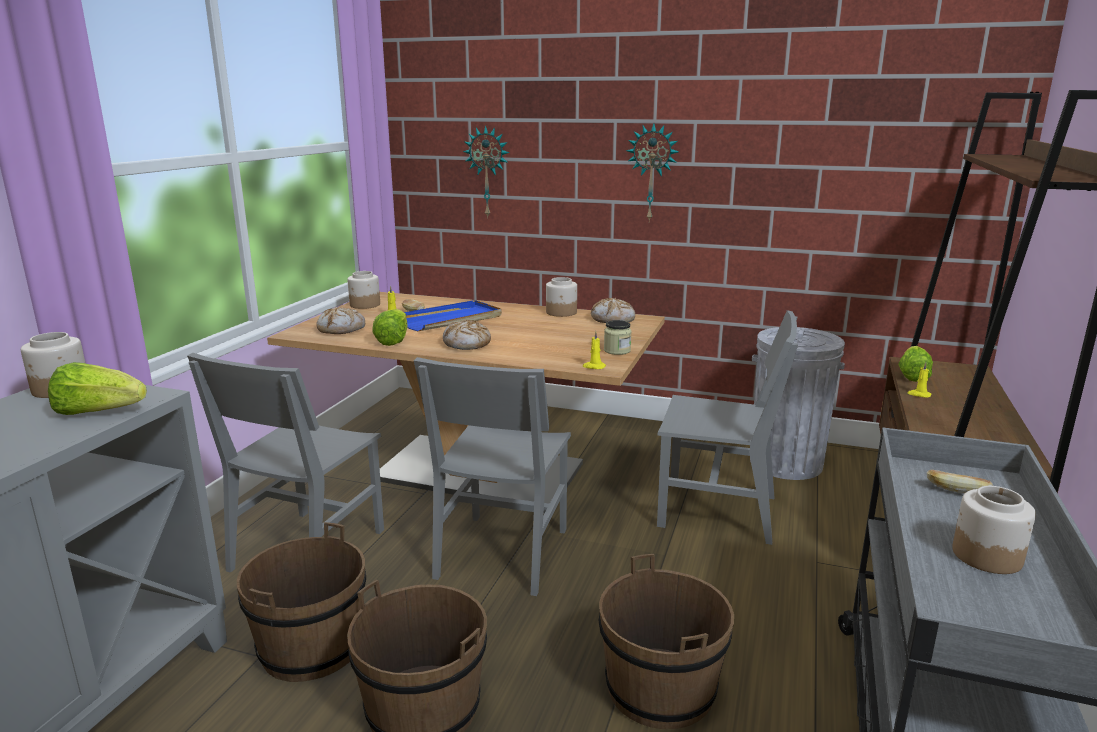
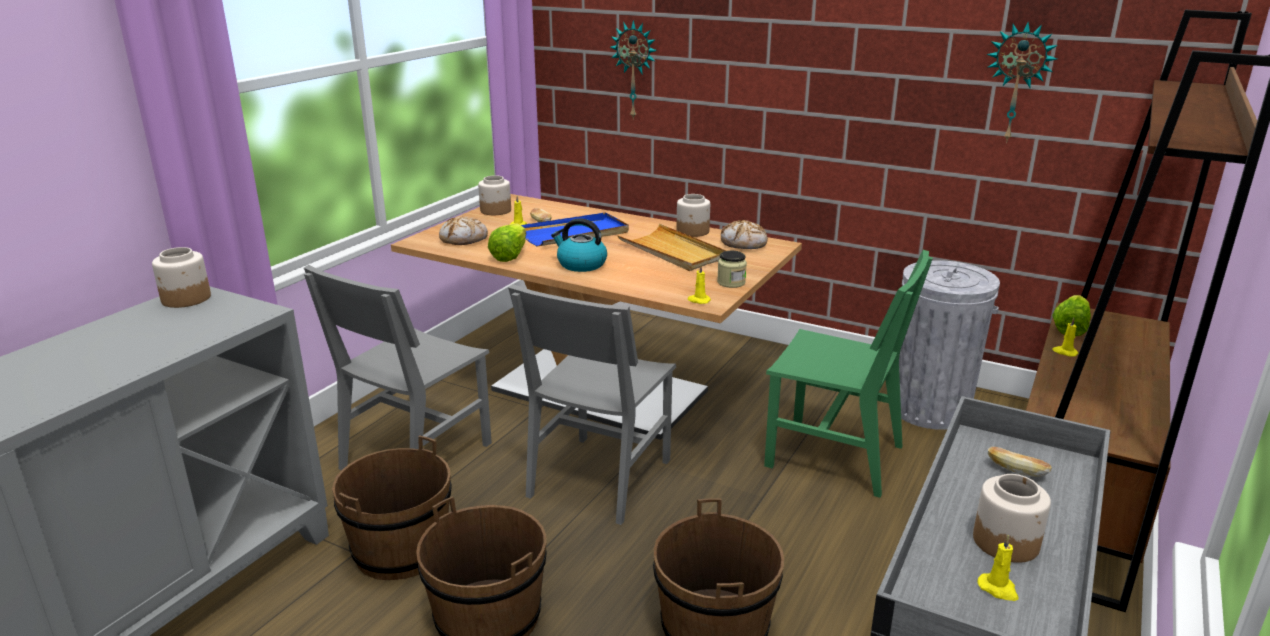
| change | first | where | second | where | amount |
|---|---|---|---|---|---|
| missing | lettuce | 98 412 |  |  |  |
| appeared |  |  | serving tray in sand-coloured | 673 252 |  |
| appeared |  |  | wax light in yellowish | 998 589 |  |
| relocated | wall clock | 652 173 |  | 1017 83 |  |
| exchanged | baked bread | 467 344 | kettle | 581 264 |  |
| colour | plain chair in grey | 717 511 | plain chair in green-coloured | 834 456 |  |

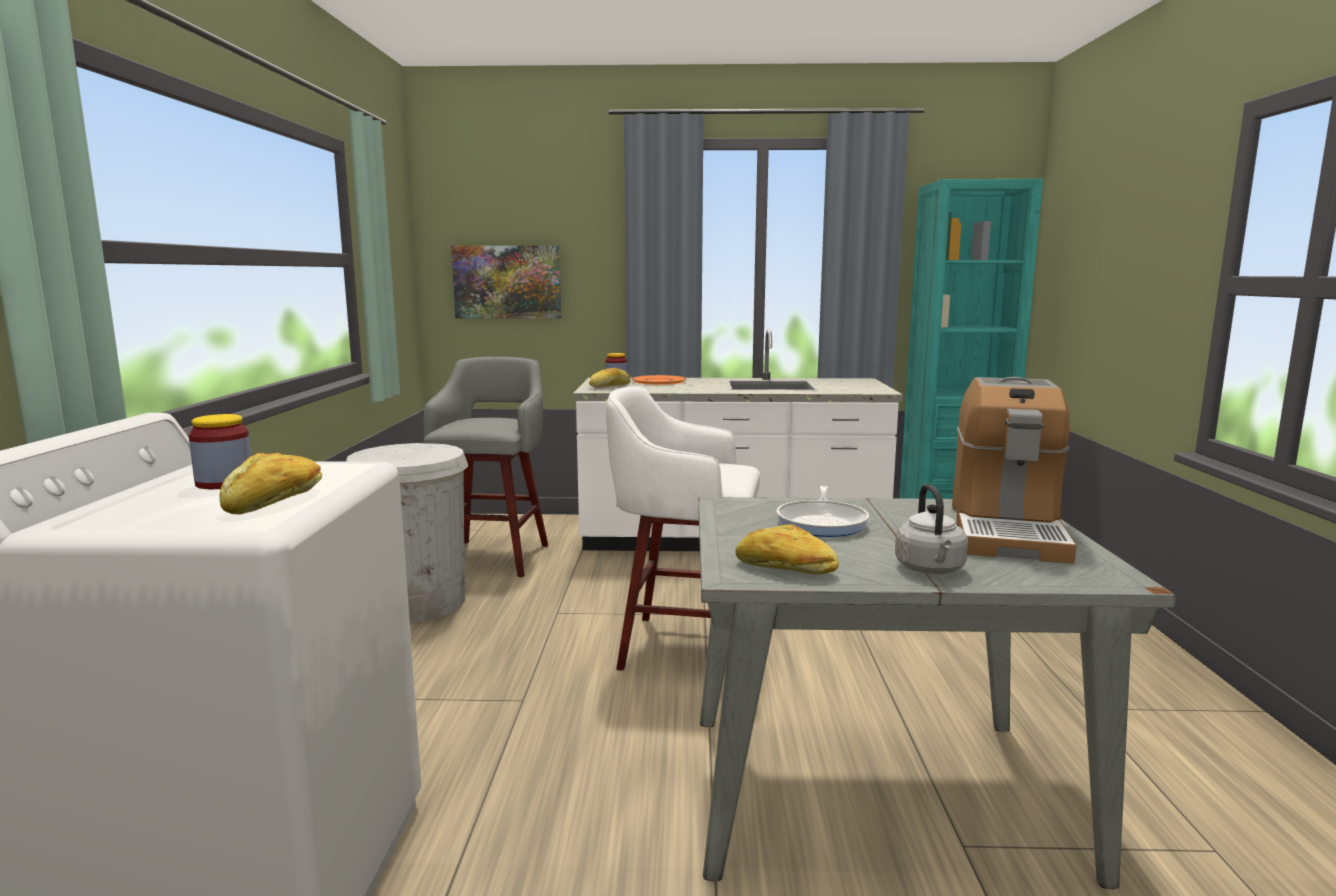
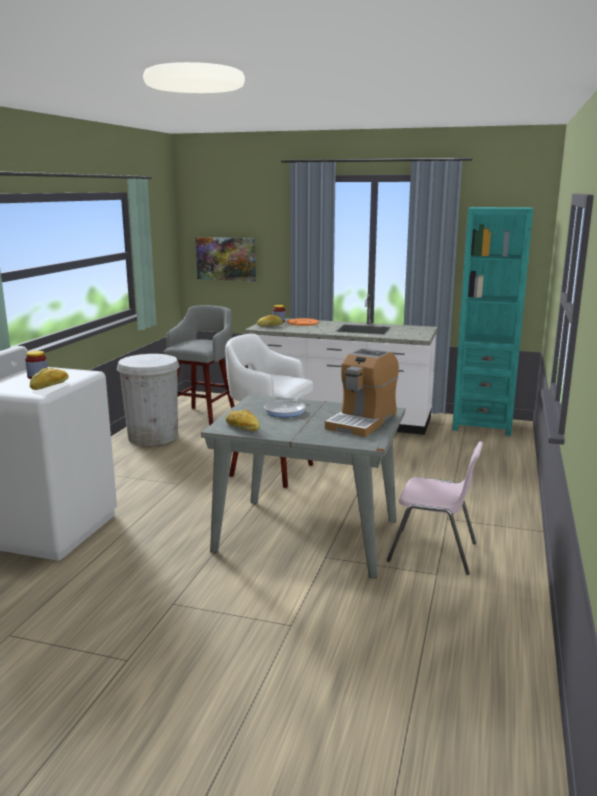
| change | first | where | second | where | amount |
|---|---|---|---|---|---|
| missing | kettle in grey | 930 569 |  |  |  |
| appeared |  |  | plain chair in pink-coloured | 434 552 |  |

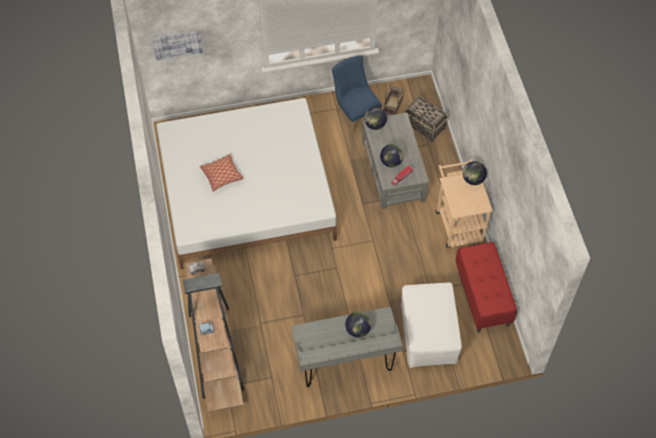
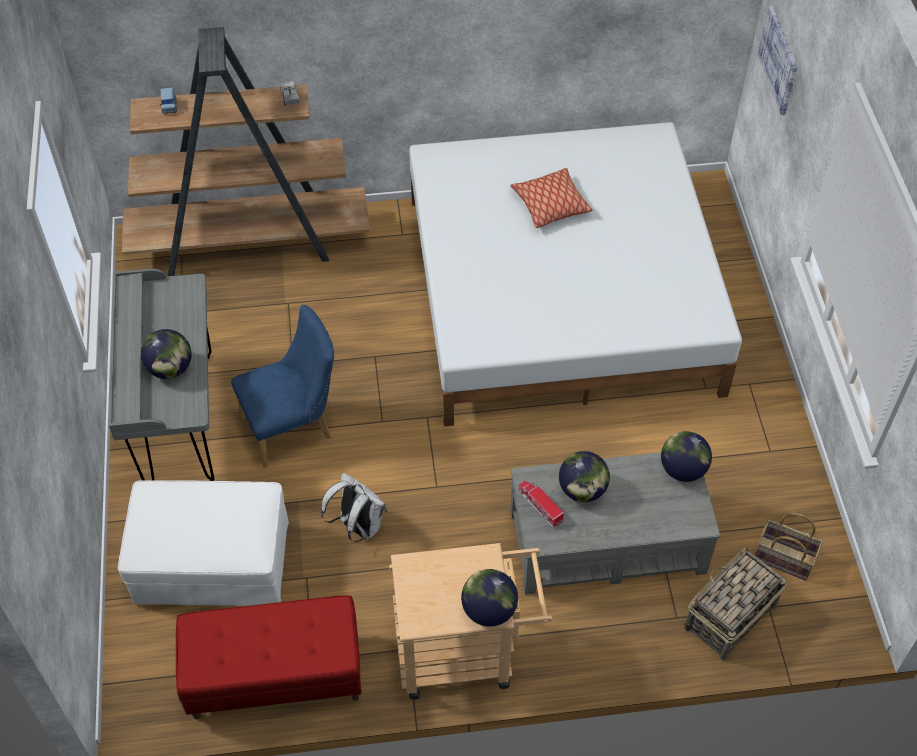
| change | first | where | second | where | amount |
|---|---|---|---|---|---|
| appeared |  |  | backpack in white-coloured | 358 526 |  |
| relocated | plain chair in blue | 355 115 |  | 293 427 |  |

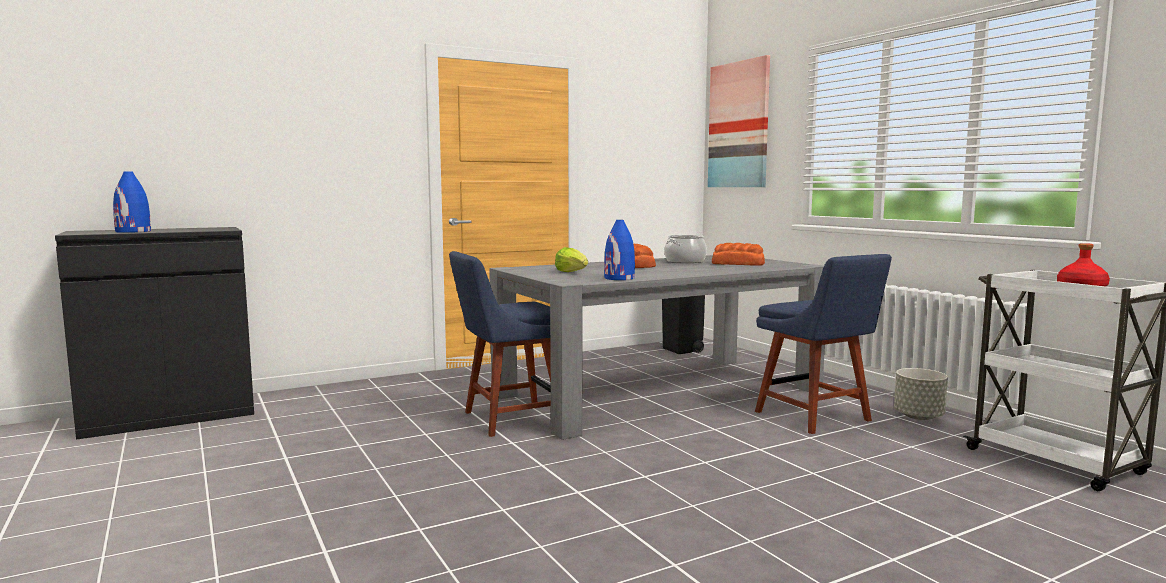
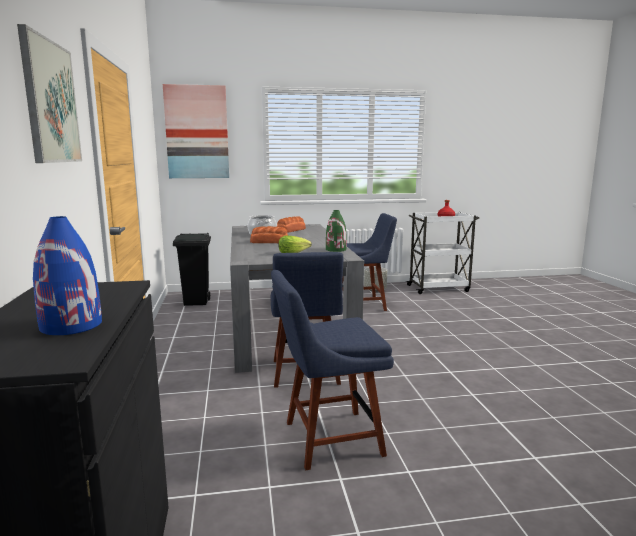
| change | first | where | second | where | amount |
|---|---|---|---|---|---|
| appeared |  |  | wall art | 50 102 |  |
| appeared |  |  | plain chair in blue | 327 439 |  |
| colour | flower vase in blue | 619 278 | flower vase in green-coloured | 336 249 |  |

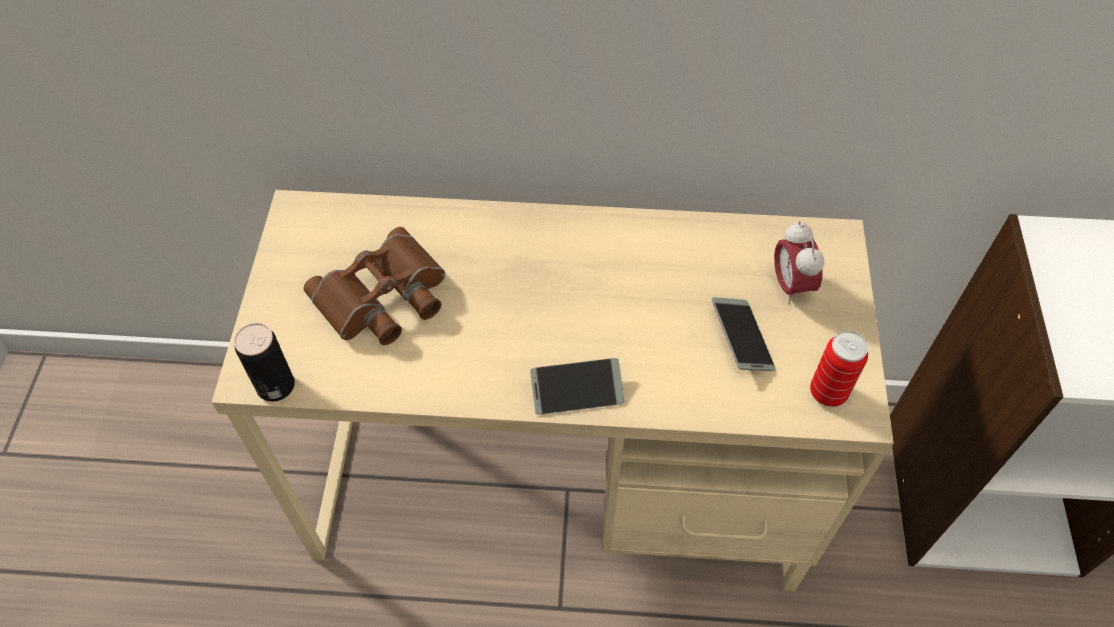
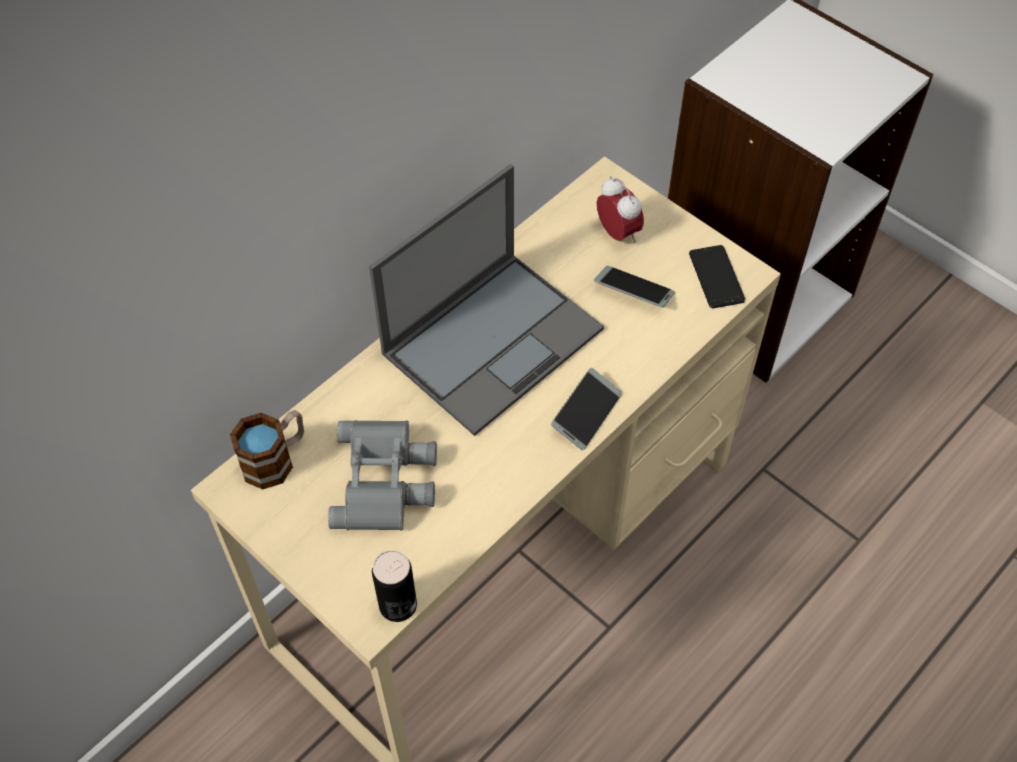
| change | first | where | second | where | amount |
|---|---|---|---|---|---|
| appeared |  |  | coffee mug | 276 459 |  |
| appeared |  |  | notebook computer | 494 340 |  |
| exchanged | sealed can | 828 392 | telephone | 716 277 |  |
| colour | binoculars in brown | 384 298 | binoculars in grey | 386 480 |  |
| spun | table clock | 790 285 |  | 618 233 | 150 degrees counterclockwise |

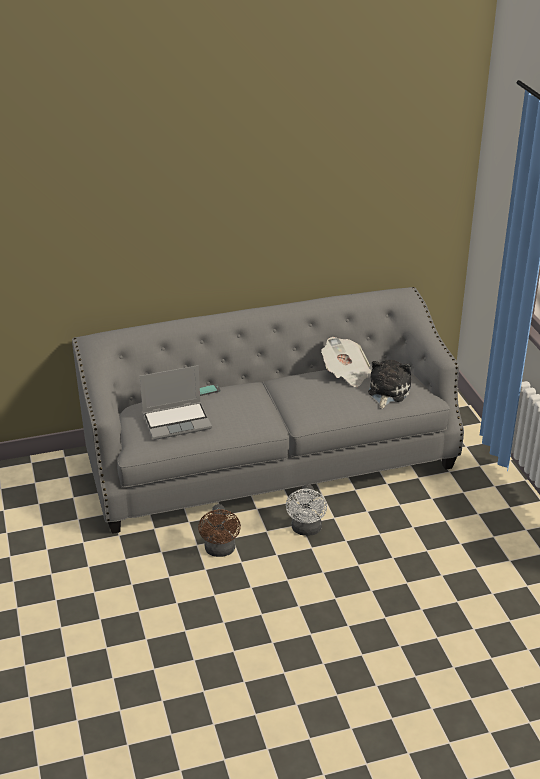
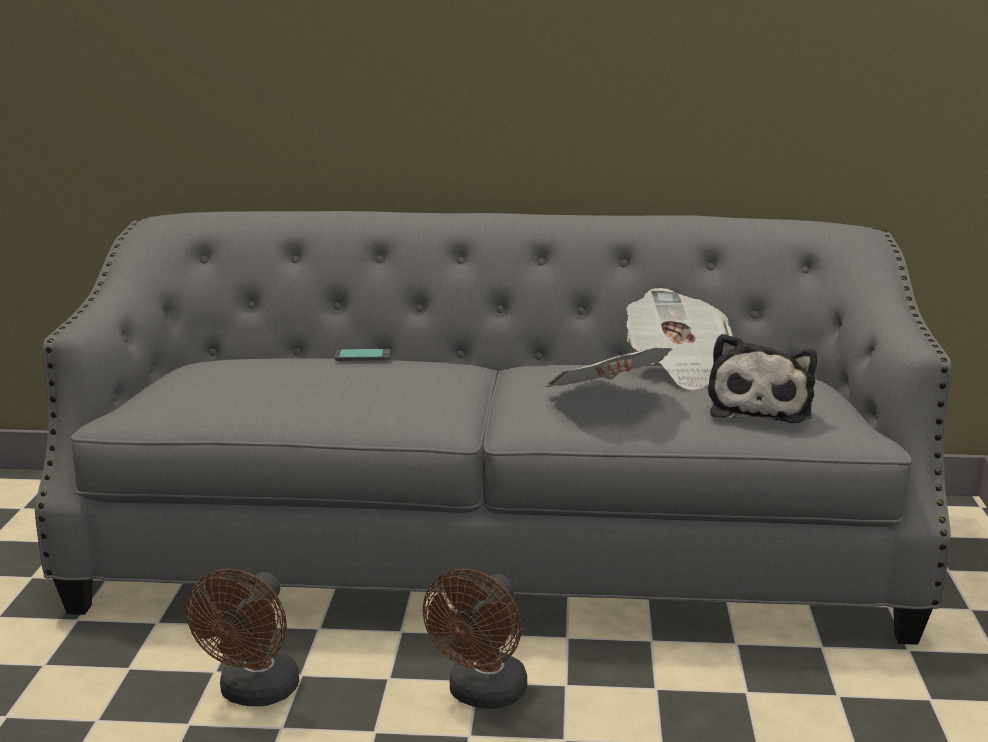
| change | first | where | second | where | amount |
|---|---|---|---|---|---|
| missing | notebook computer | 177 421 |  |  |  |
| appeared |  |  | newspaper | 606 400 |  |
| colour | electric fan in white-coloured | 306 530 | electric fan in brown | 482 696 |  |
| spun | soft toy | 387 392 |  | 759 407 | 150 degrees clockwise |

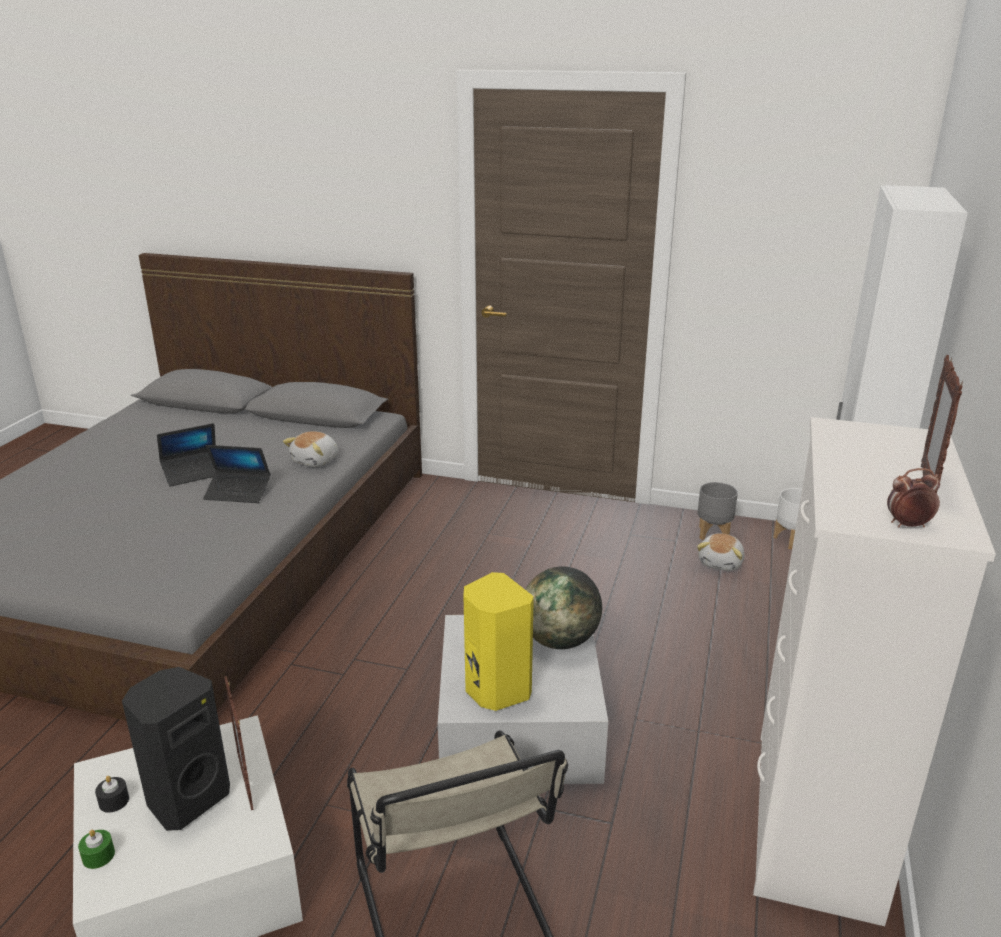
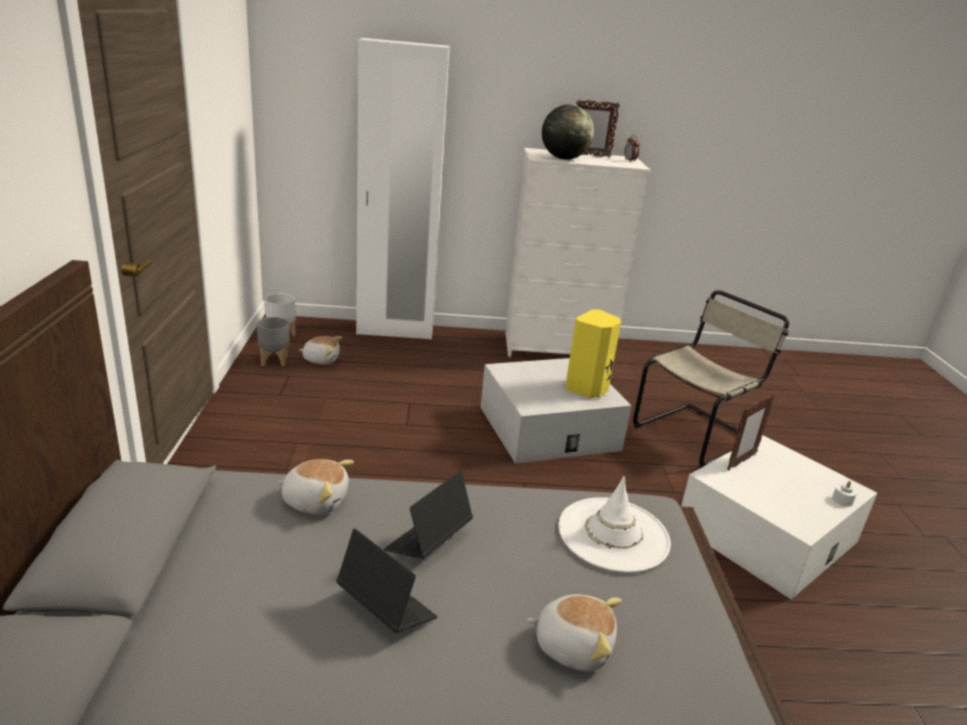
| change | first | where | second | where | amount |
|---|---|---|---|---|---|
| missing | wax light in black | 114 801 |  |  |  |
| missing | speaker in black | 187 799 |  |  |  |
| appeared |  |  | soft toy | 573 645 |  |
| appeared |  |  | clothing hat in white-coloured | 613 534 |  |
| relocated | world globe | 560 641 |  | 563 158 |  |
| colour | wax light in green-coloured | 98 856 | wax light in white-coloured | 842 500 |  |
| spun | notebook computer | 238 493 |  | 428 541 | 135 degrees counterclockwise |

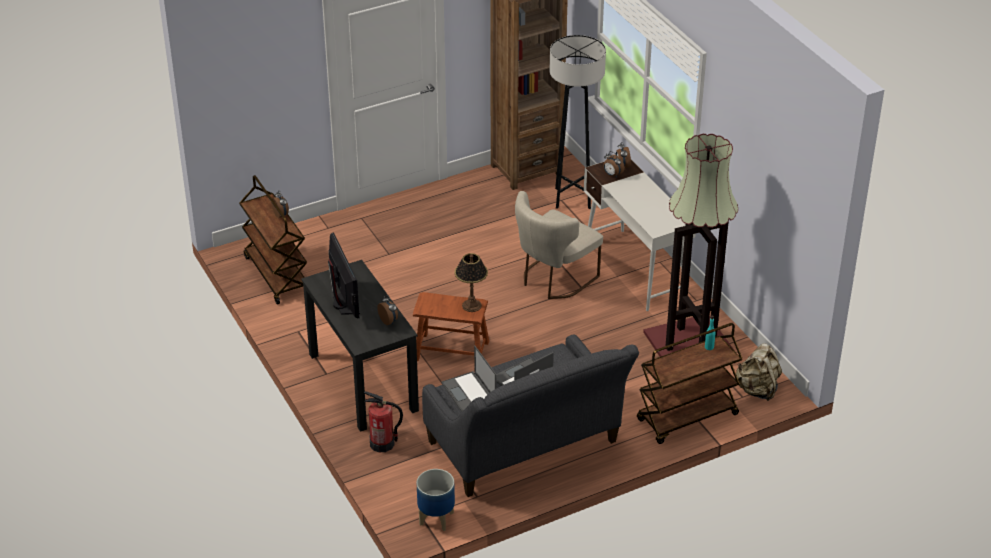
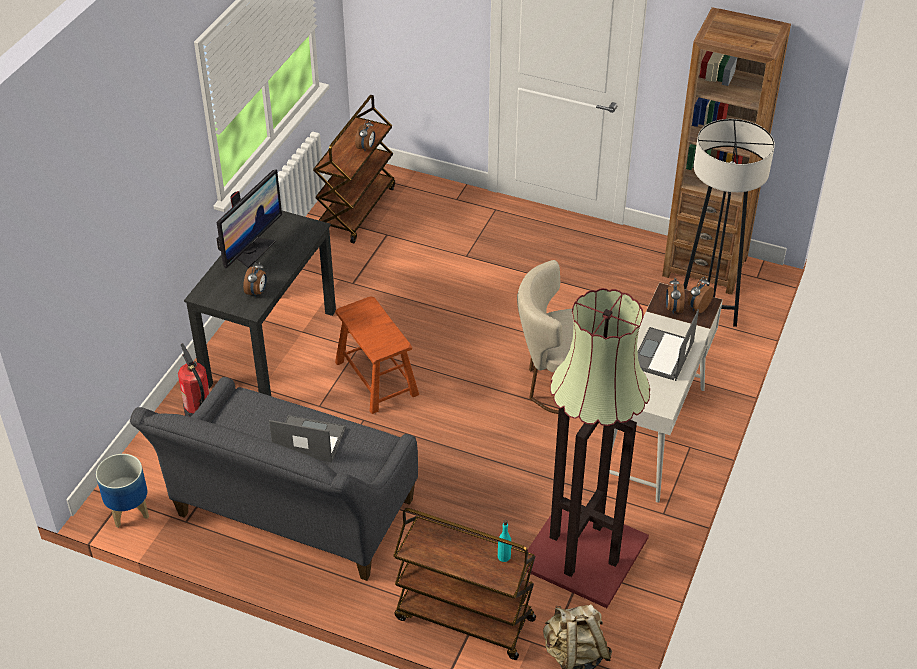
| change | first | where | second | where | amount |
|---|---|---|---|---|---|
| missing | table lamp | 471 306 |  |  |  |
| relocated | notebook computer | 469 392 |  | 662 355 |  |

